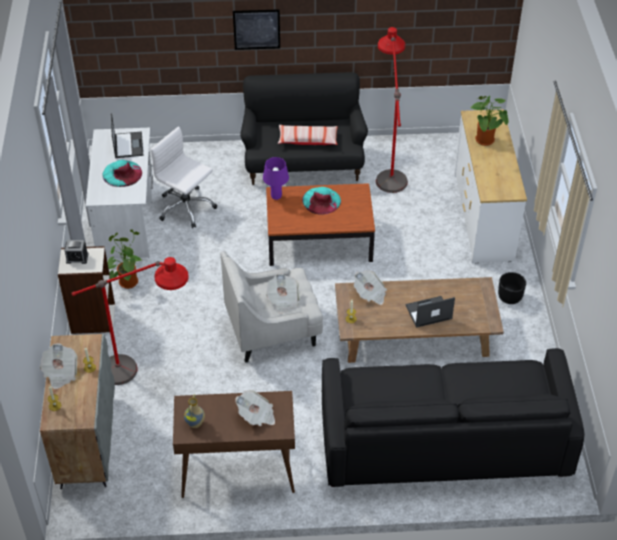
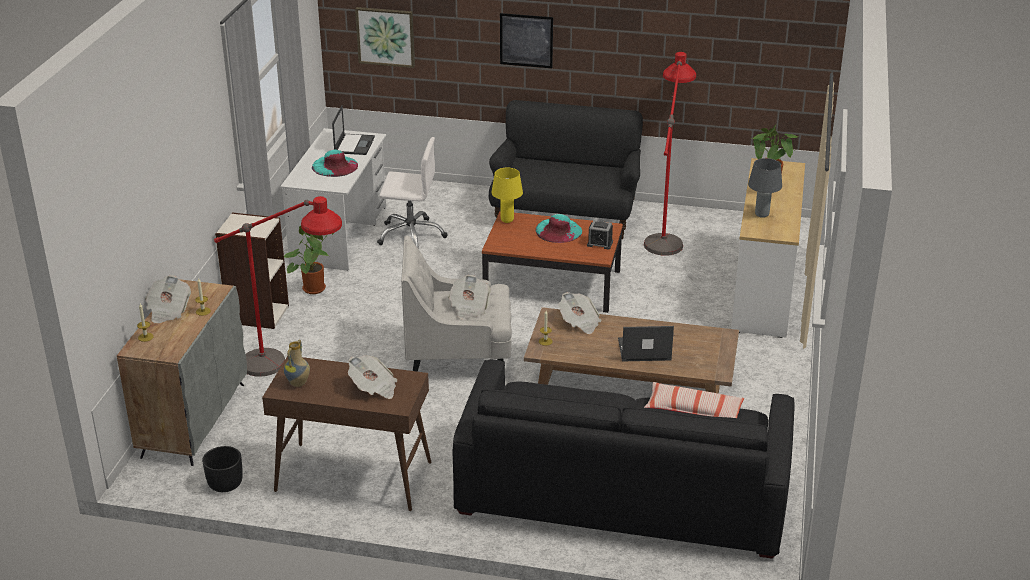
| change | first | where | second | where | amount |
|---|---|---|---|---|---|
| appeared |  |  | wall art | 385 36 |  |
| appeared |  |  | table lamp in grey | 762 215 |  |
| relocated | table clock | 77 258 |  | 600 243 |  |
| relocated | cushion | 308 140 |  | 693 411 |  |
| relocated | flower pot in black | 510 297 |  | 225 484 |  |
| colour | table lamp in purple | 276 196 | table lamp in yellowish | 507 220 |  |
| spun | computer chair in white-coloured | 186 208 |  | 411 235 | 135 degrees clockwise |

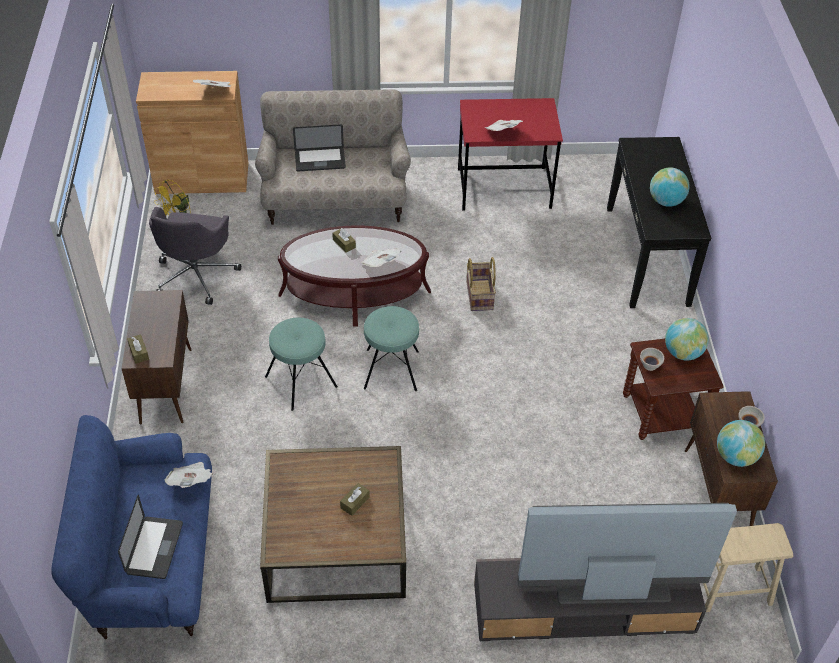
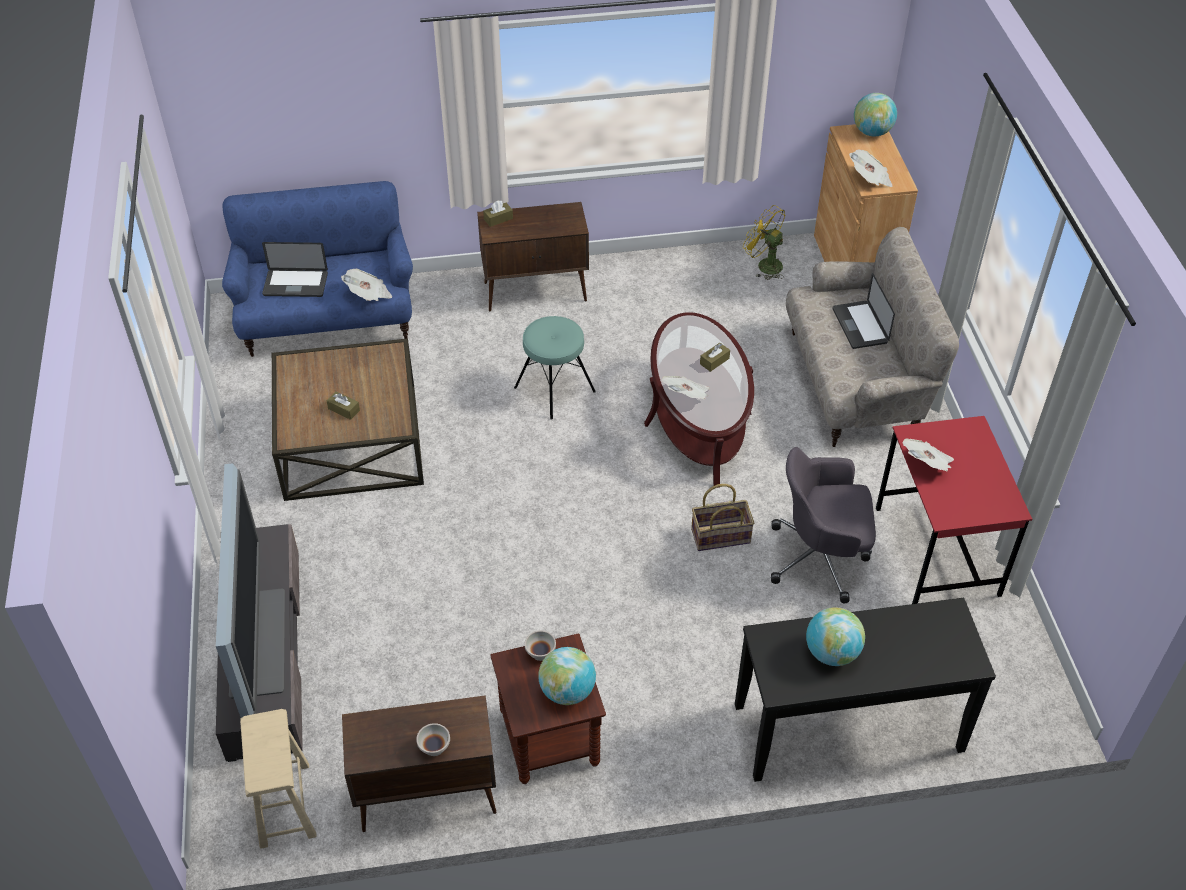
| change | first | where | second | where | amount |
|---|---|---|---|---|---|
| missing | sitting stool in turquoise-coloured | 391 370 |  |  |  |
| relocated | computer chair in grey | 196 275 |  | 820 557 |  |
| relocated | world globe | 735 456 |  | 872 132 |  |

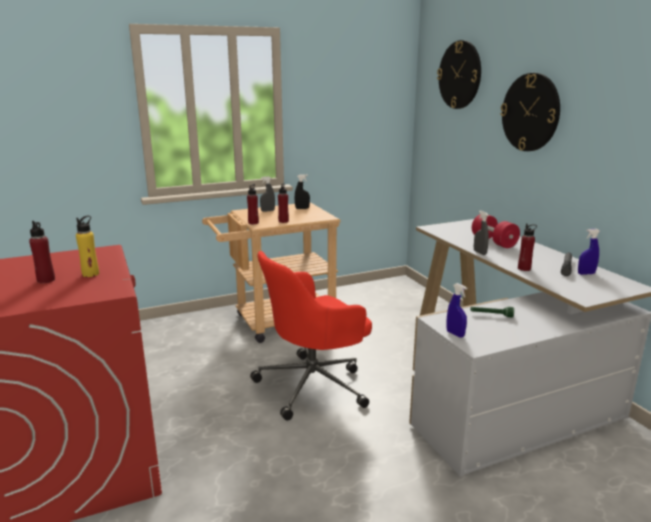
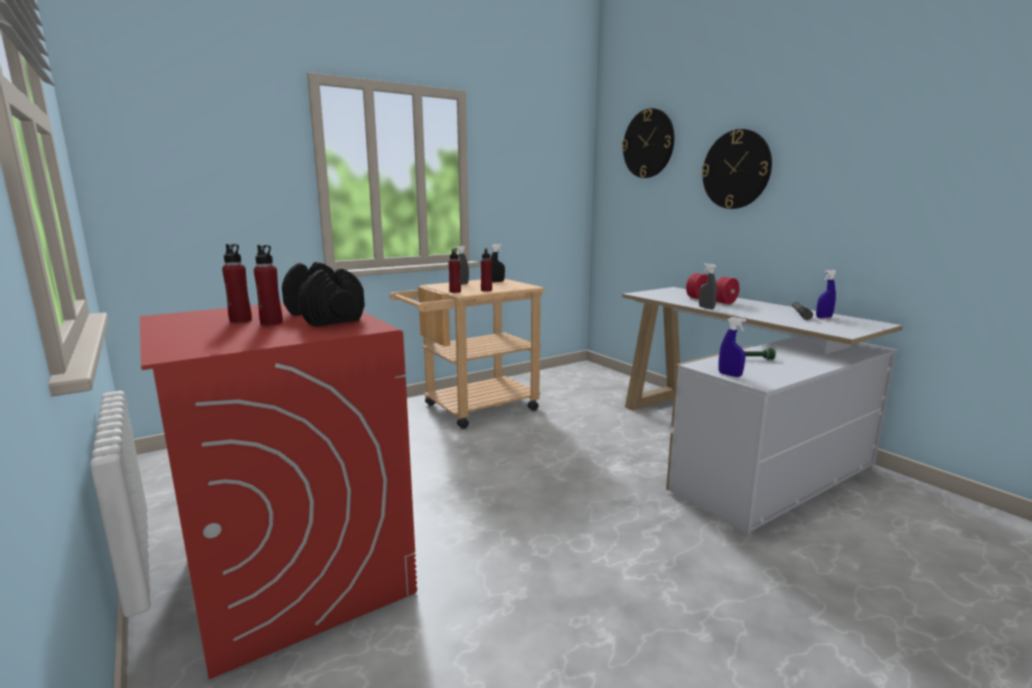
| change | first | where | second | where | amount |
|---|---|---|---|---|---|
| missing | computer chair in reddish | 314 385 |  |  |  |
| relocated | bottle in reddish | 524 268 |  | 240 320 |  |
| exchanged | bottle in yellowish | 90 274 | free weight in black | 325 317 |  |

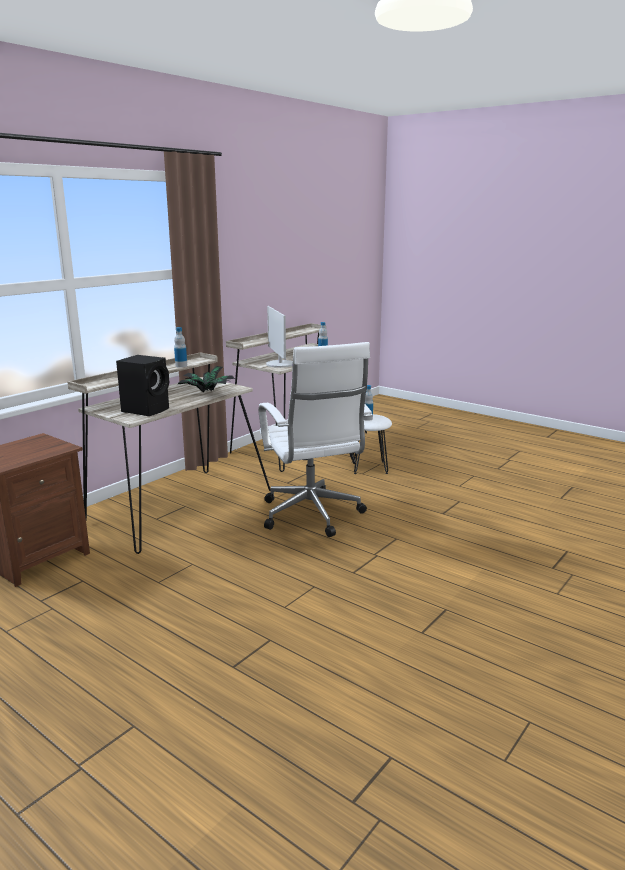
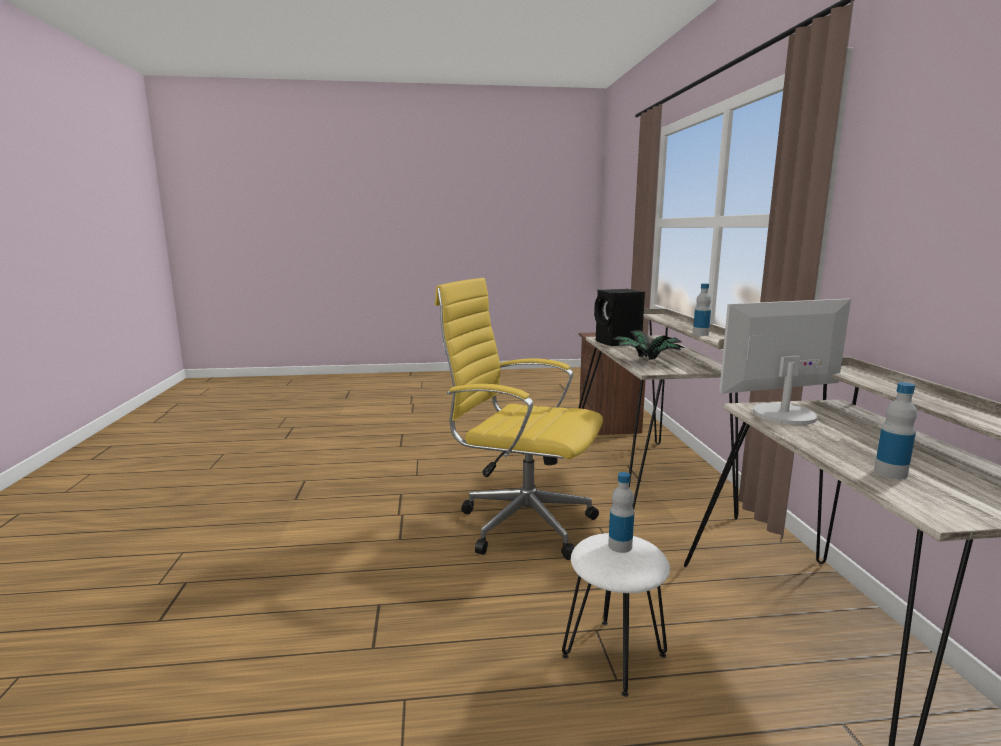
| change | first | where | second | where | amount |
|---|---|---|---|---|---|
| colour | computer chair in white-coloured | 312 516 | computer chair in yellowish | 520 523 |  |
| spun | computer screen | 280 364 |  | 783 414 | 45 degrees counterclockwise |

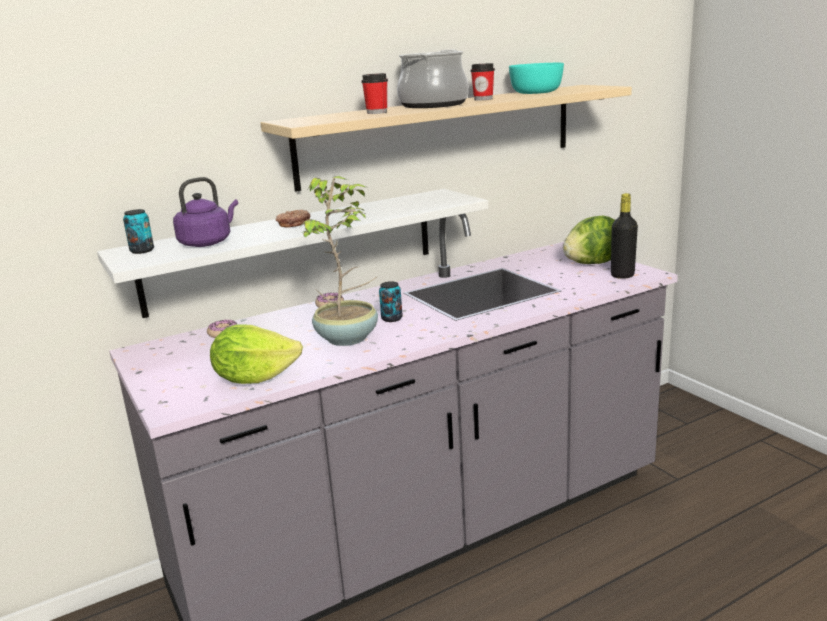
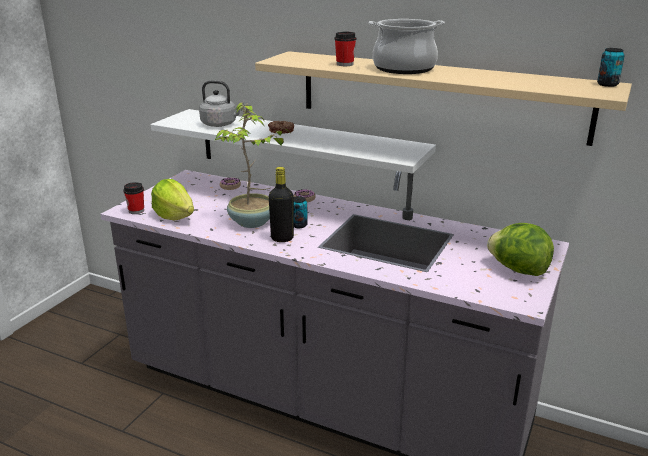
| change | first | where | second | where | amount |
|---|---|---|---|---|---|
| missing | deep dish in turquoise-coloured | 536 92 |  |  |  |
| relocated | sealed can | 142 251 |  | 607 84 |  |
| relocated | cup | 483 99 |  | 136 211 |  |
| relocated | bottle in black | 622 275 |  | 282 238 |  |
| colour | kettle in purple | 208 242 | kettle in grey | 220 124 |  |

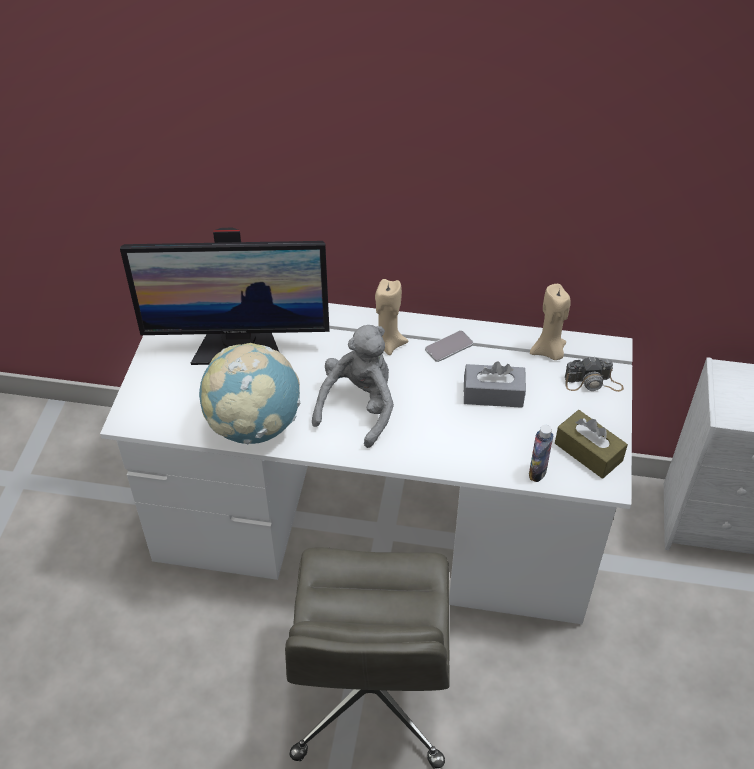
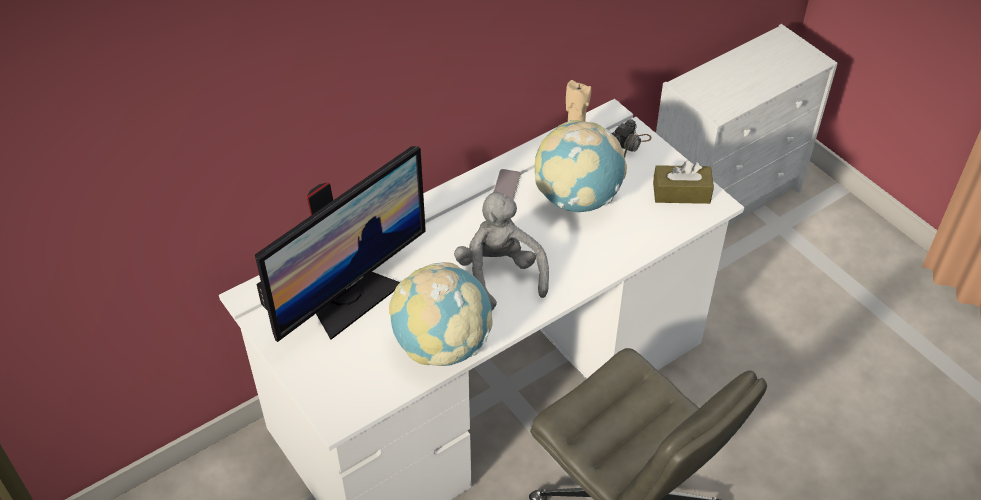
| change | first | where | second | where | amount |
|---|---|---|---|---|---|
| missing | wax light in sand-coloured | 387 344 |  |  |  |
| missing | bottle | 537 472 |  |  |  |
| exchanged | tissue holder in grey | 493 394 | world globe | 577 198 |  |

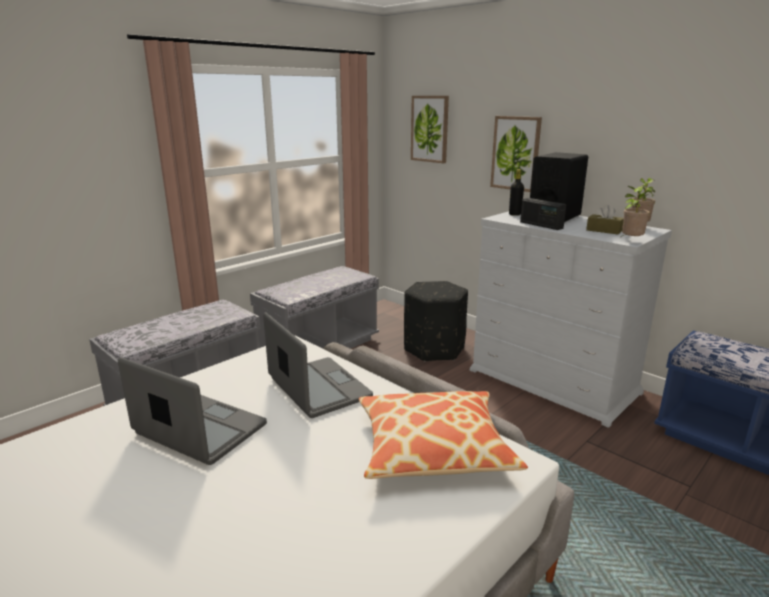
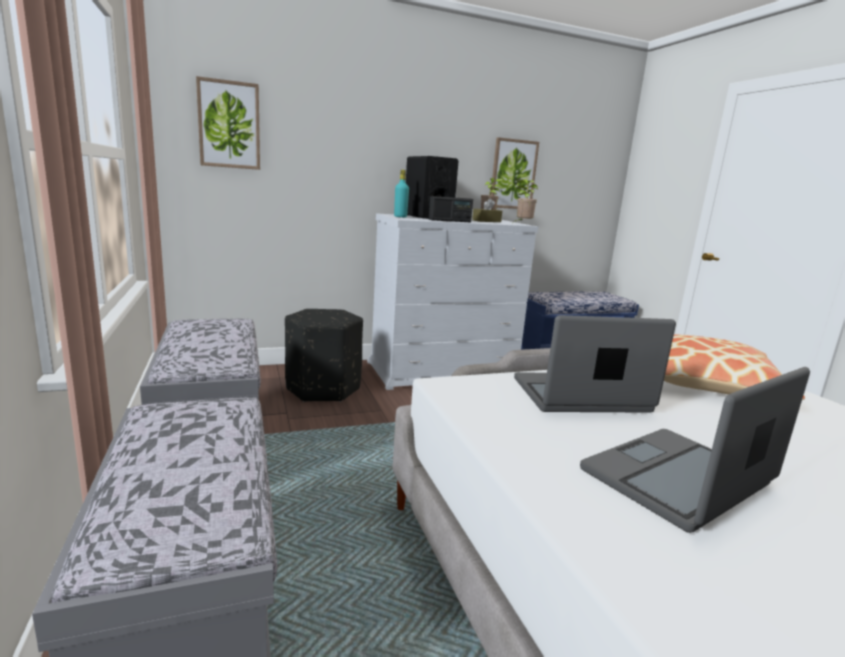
| change | first | where | second | where | amount |
|---|---|---|---|---|---|
| relocated | wall art | 515 153 |  | 513 174 |  |
| colour | bottle in black | 514 214 | bottle in turquoise-coloured | 400 216 |  |

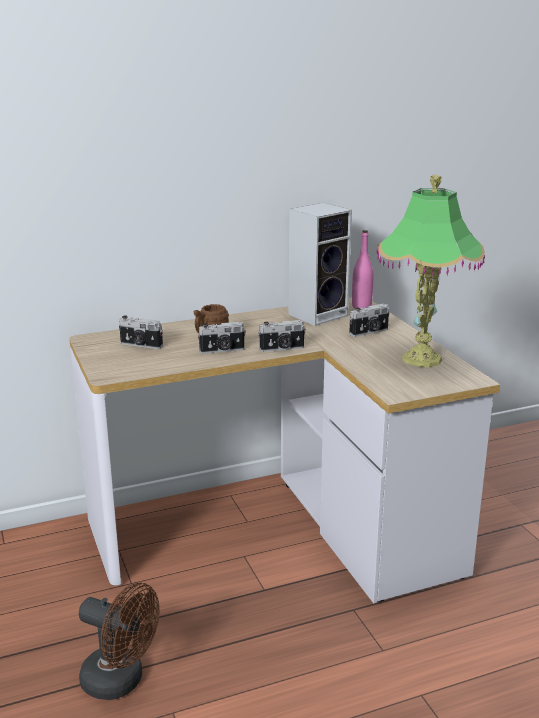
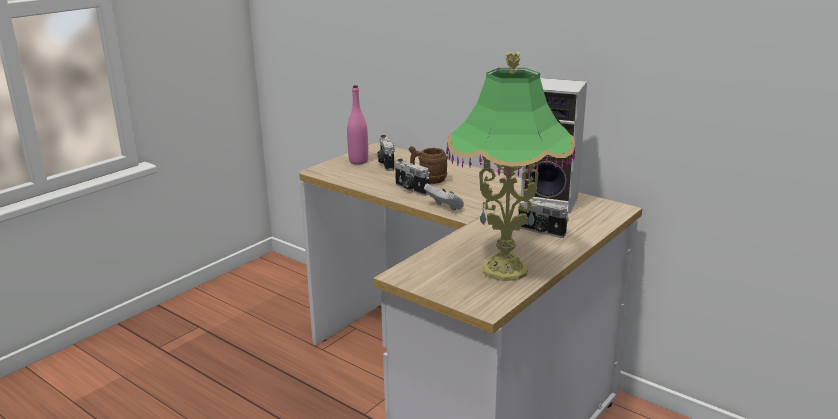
| change | first | where | second | where | amount |
|---|---|---|---|---|---|
| missing | electric fan in brown | 121 681 |  |  |  |
| relocated | bottle in pink-coloured | 361 307 |  | 358 161 |  |
| exchanged | still camera | 282 349 | game controller in white-coloured | 445 208 |  |

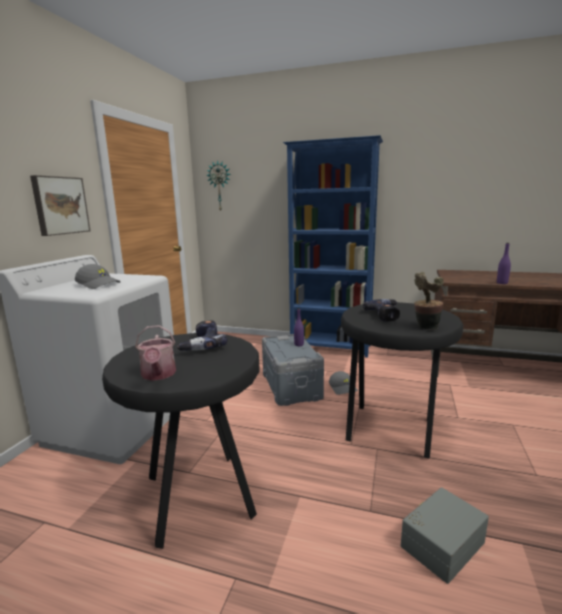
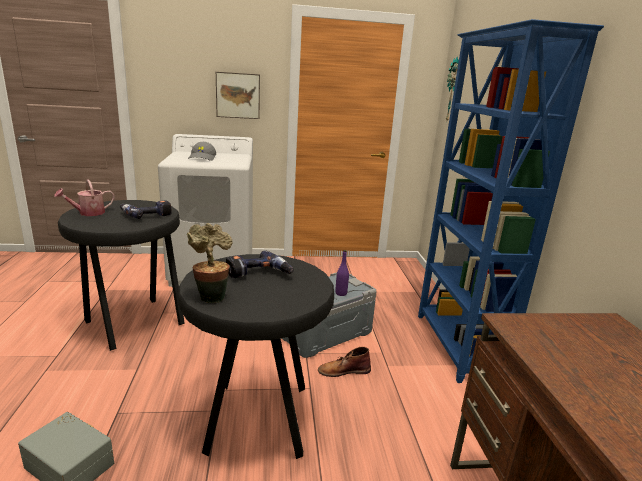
| change | first | where | second | where | amount |
|---|---|---|---|---|---|
| missing | bottle in purple | 502 283 |  |  |  |
| exchanged | baseball cap in grey | 343 388 | boot in brown | 343 370 |  |

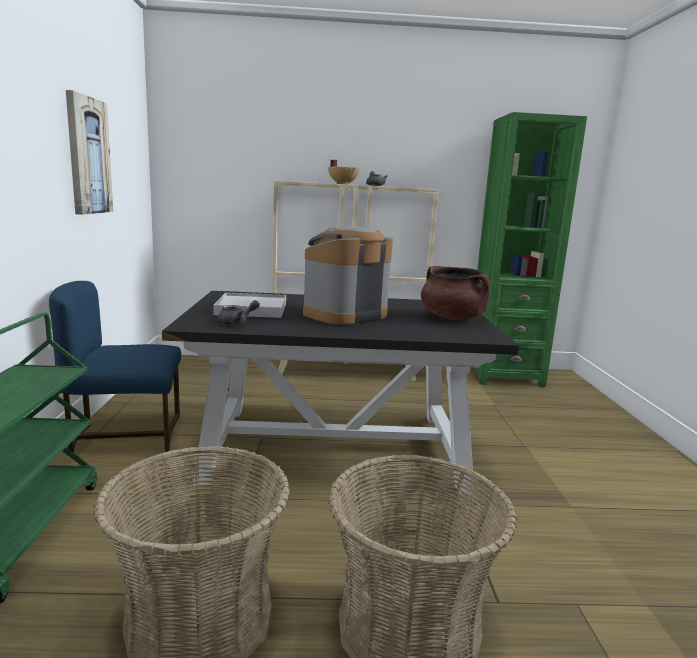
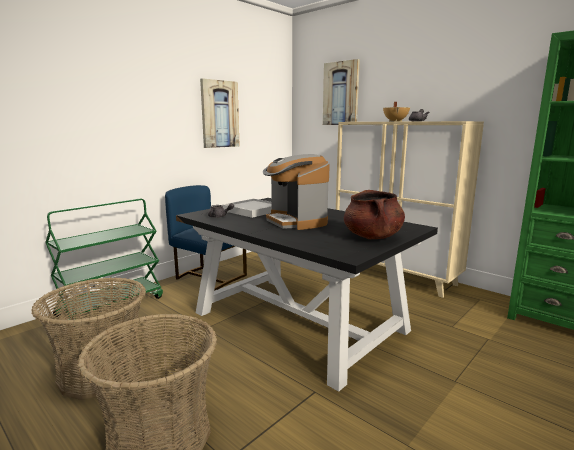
| change | first | where | second | where | amount |
|---|---|---|---|---|---|
| appeared |  |  | wall art | 341 93 |  |
| spun | coffee maker | 344 315 |  | 296 222 | 120 degrees counterclockwise |

